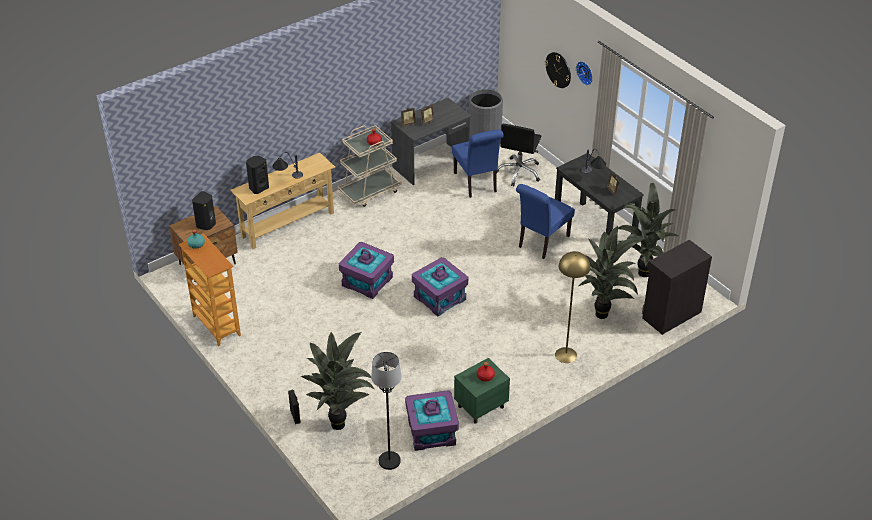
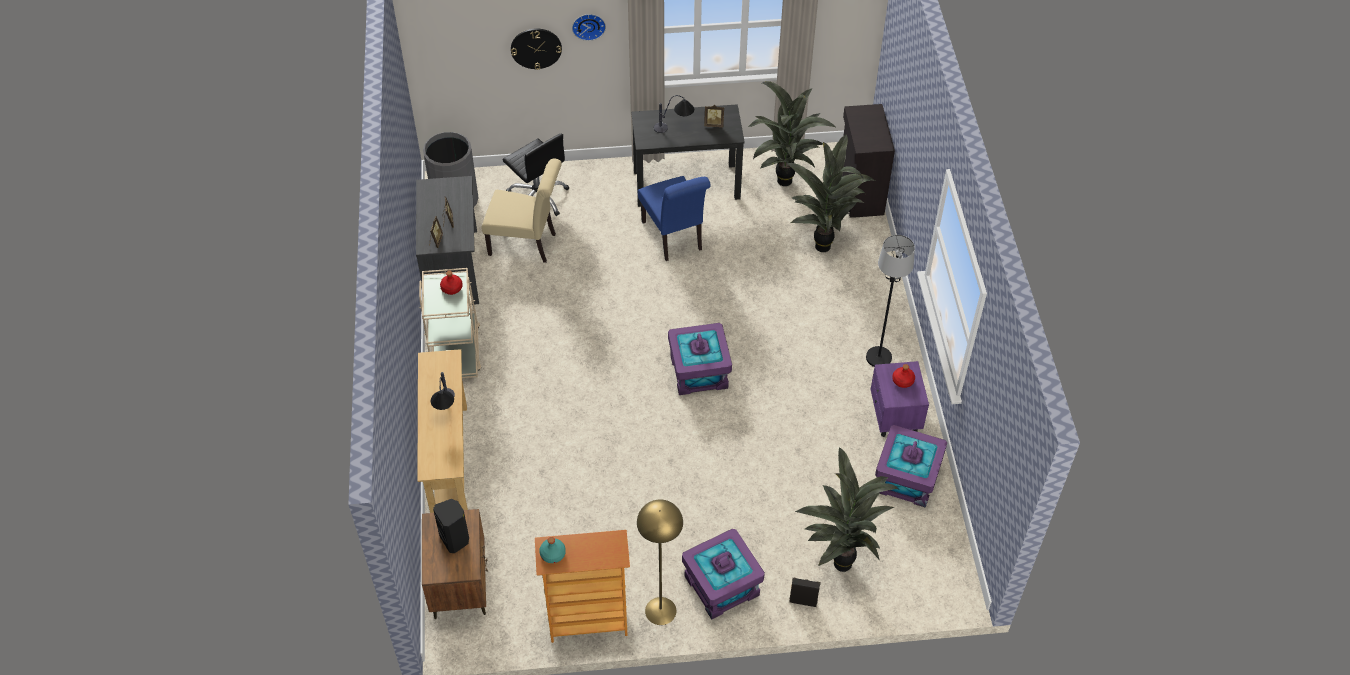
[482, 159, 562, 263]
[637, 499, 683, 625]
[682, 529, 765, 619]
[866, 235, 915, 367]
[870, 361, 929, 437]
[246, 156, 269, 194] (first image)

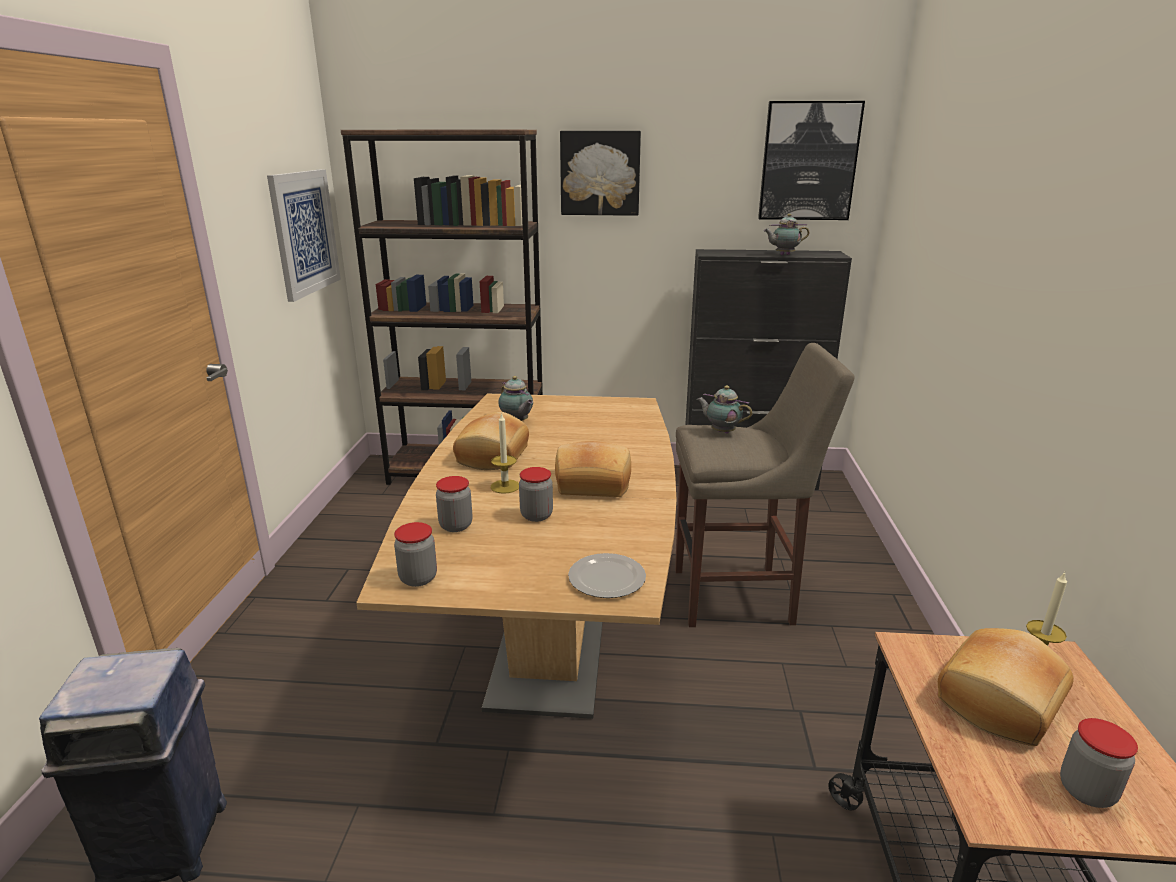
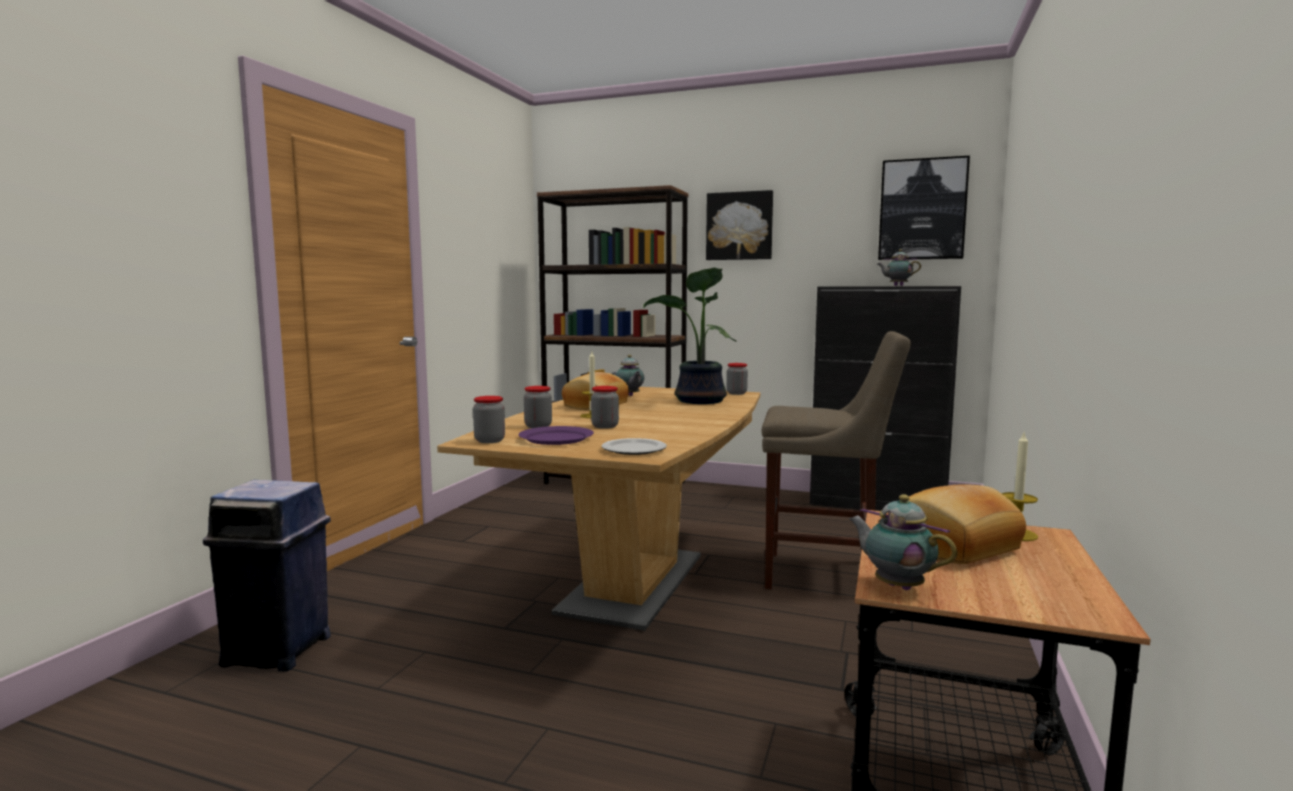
[518, 426, 594, 445]
[643, 267, 737, 404]
[727, 363, 748, 395]
[849, 494, 957, 590]
[267, 169, 341, 302] (first image)
[555, 441, 631, 497] (first image)

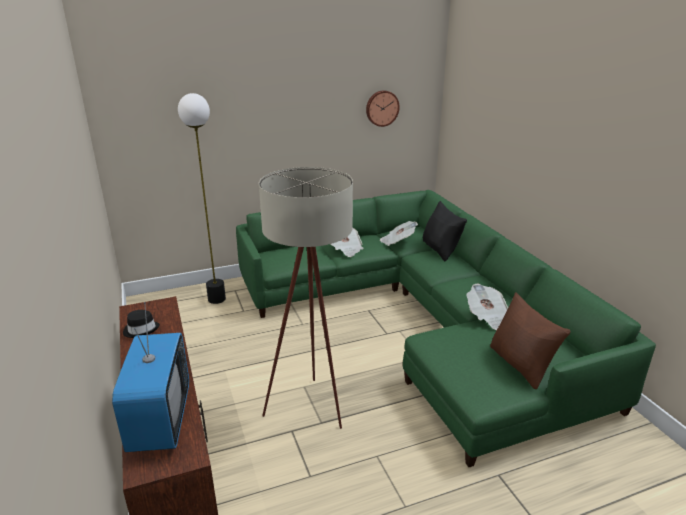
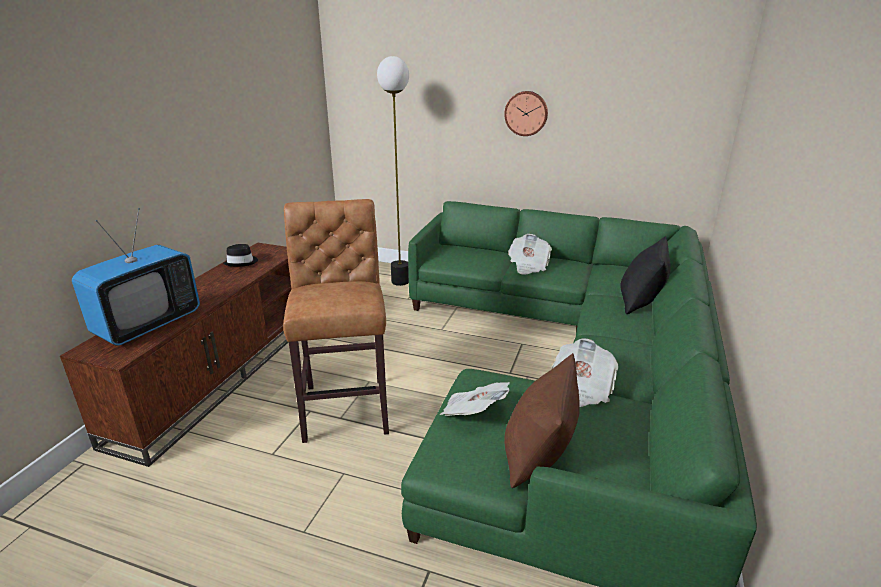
[283, 199, 389, 443]
[440, 382, 510, 416]
[504, 91, 548, 136]

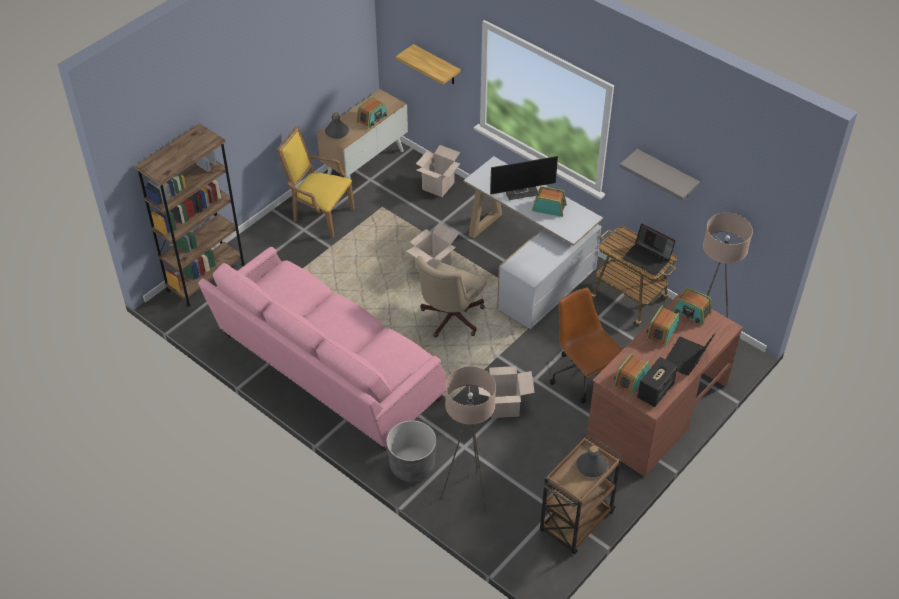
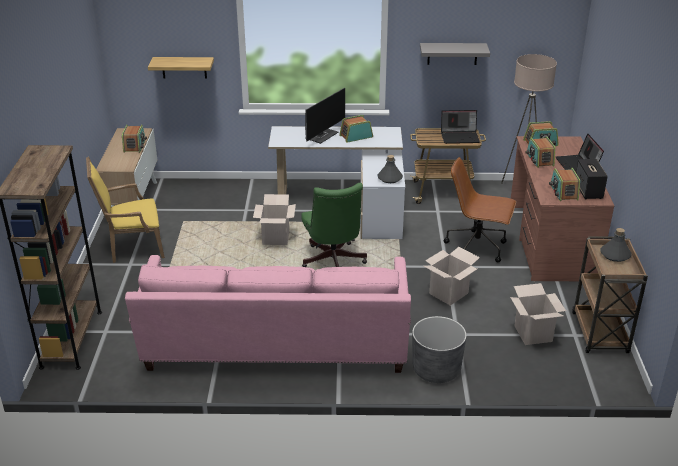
[301, 183, 367, 267]
[377, 155, 403, 183]
[510, 283, 566, 345]
[440, 366, 496, 513] (first image)

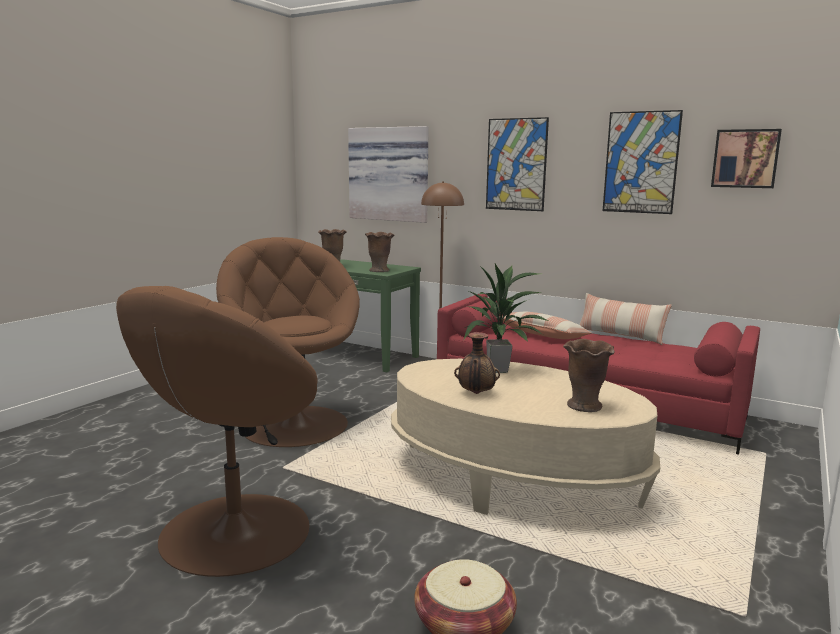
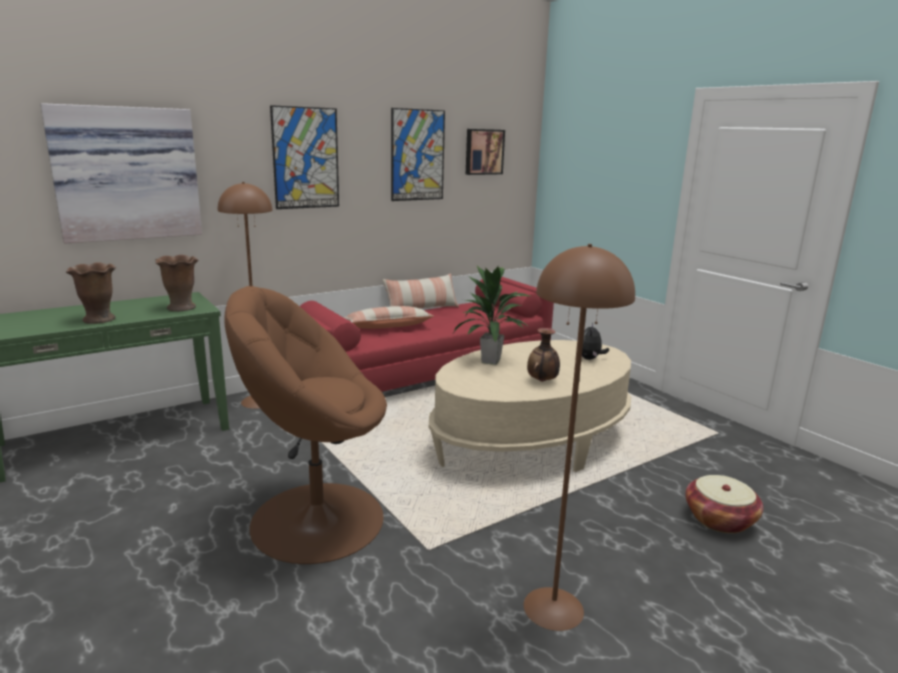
[524, 244, 635, 631]
[582, 323, 609, 360]

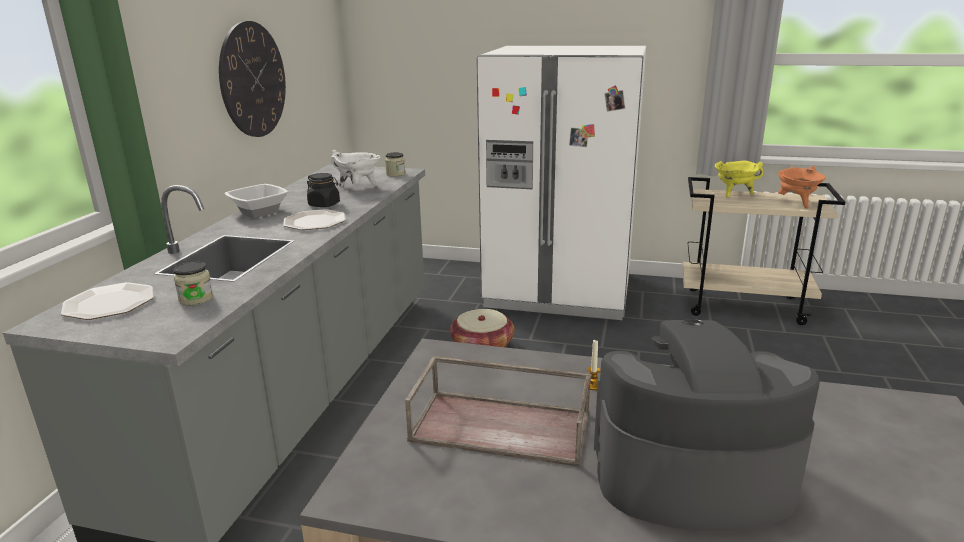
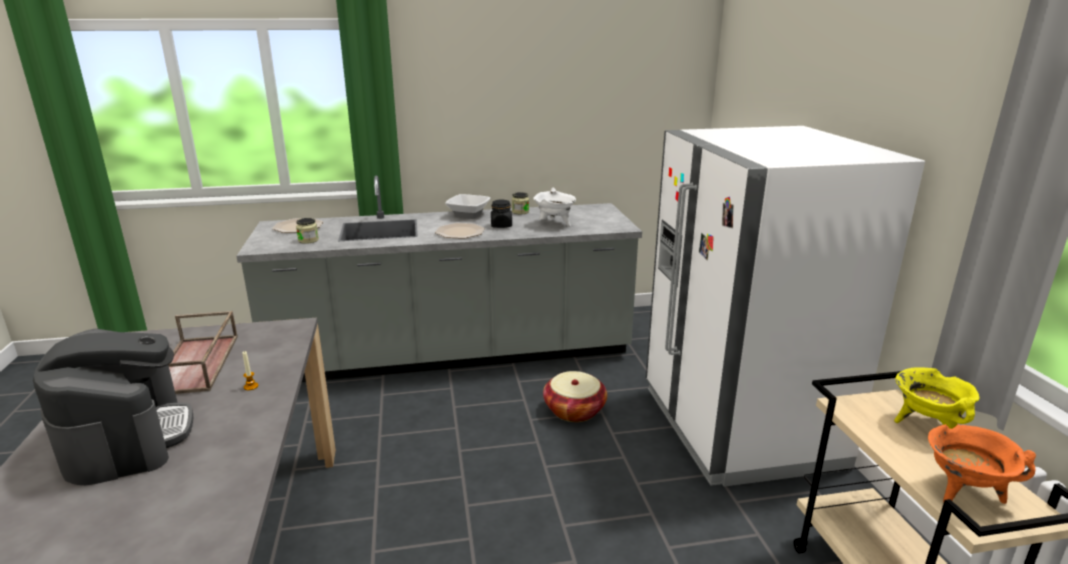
[512, 192, 529, 214]
[219, 21, 286, 137] (first image)

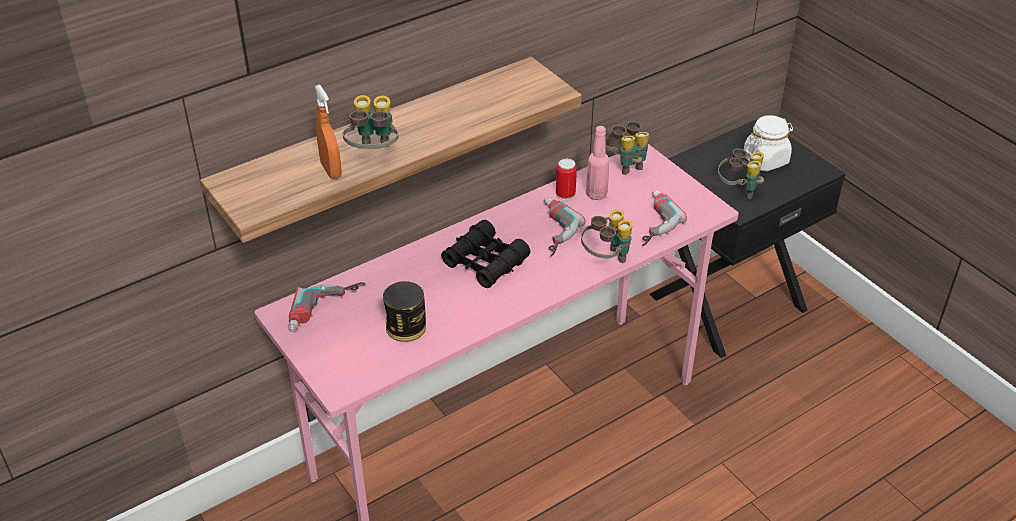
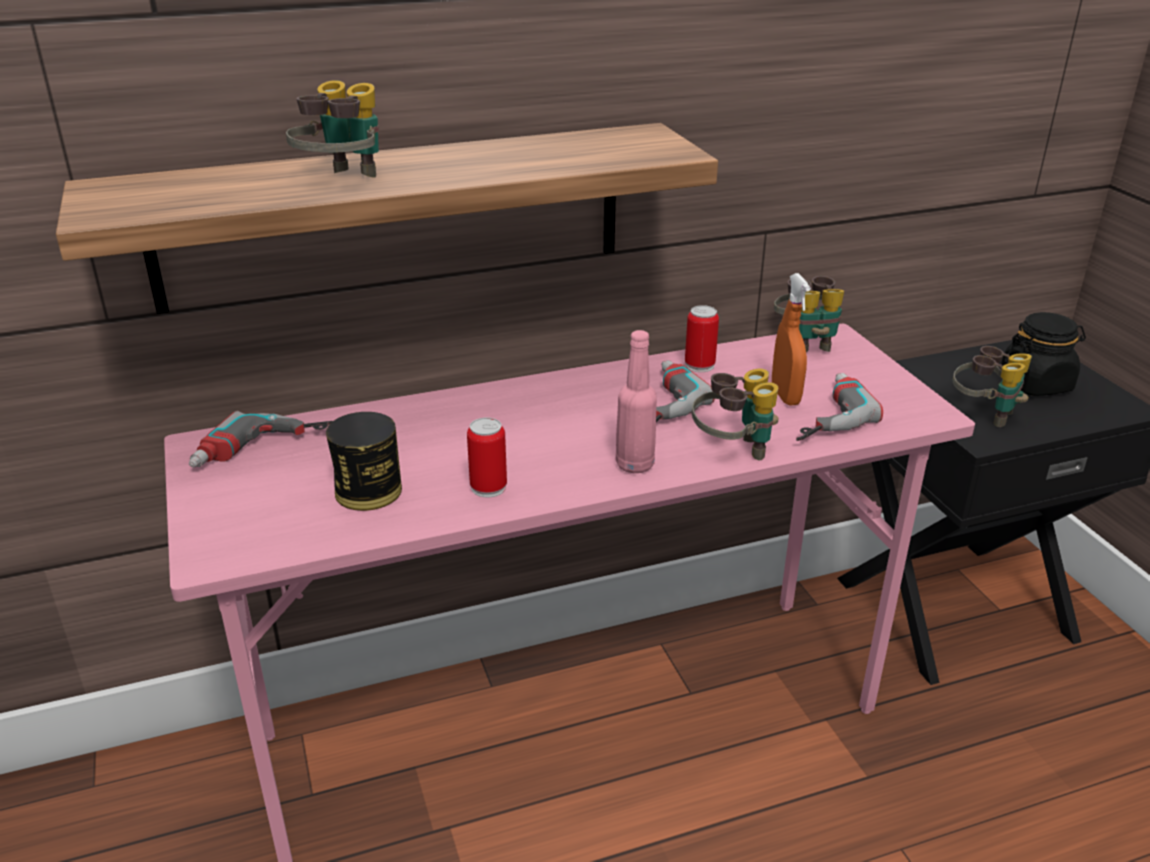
[467, 417, 507, 498]
[616, 330, 657, 473]
[772, 273, 811, 406]
[1001, 312, 1086, 396]
[441, 220, 530, 288] (first image)

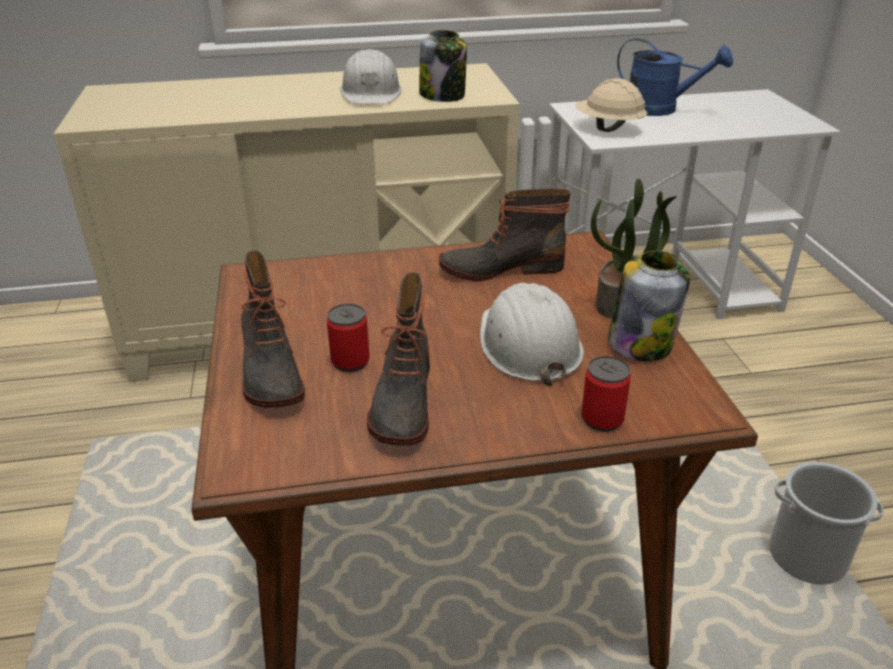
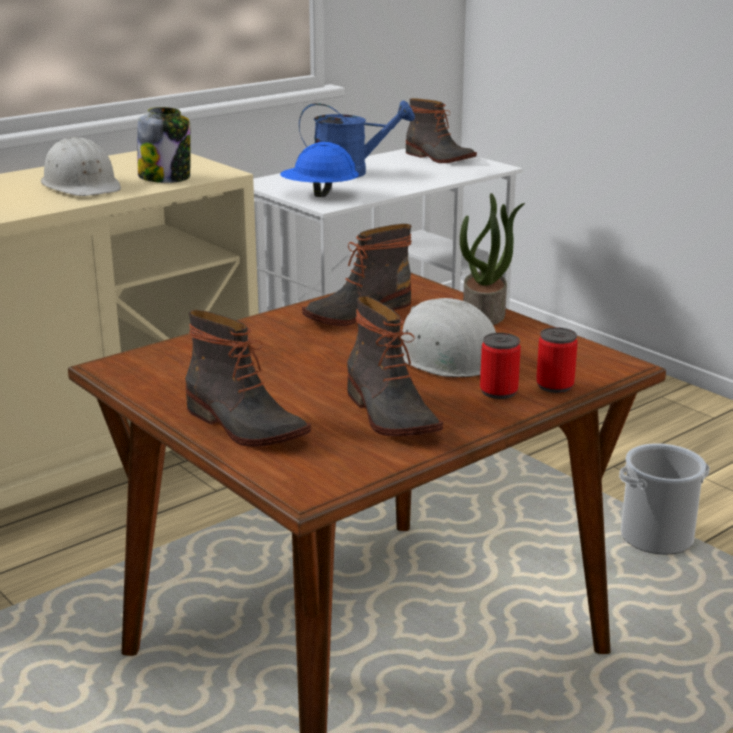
[280, 142, 359, 197]
[406, 98, 477, 163]
[480, 333, 521, 399]
[608, 251, 690, 361] (first image)

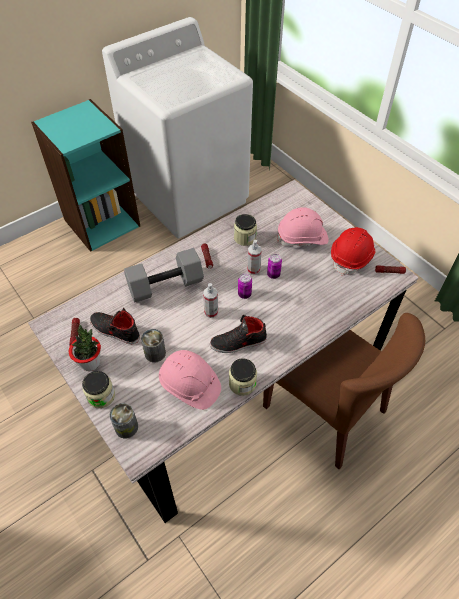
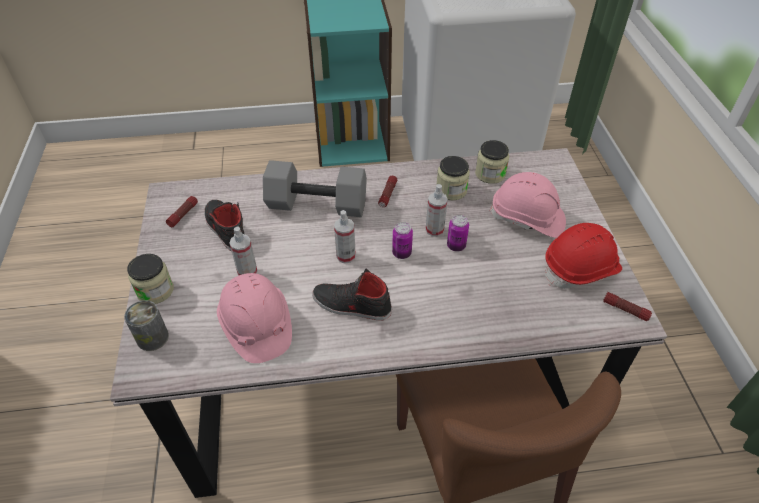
[230, 226, 258, 276]
[475, 140, 509, 184]
[69, 325, 101, 371] (first image)

